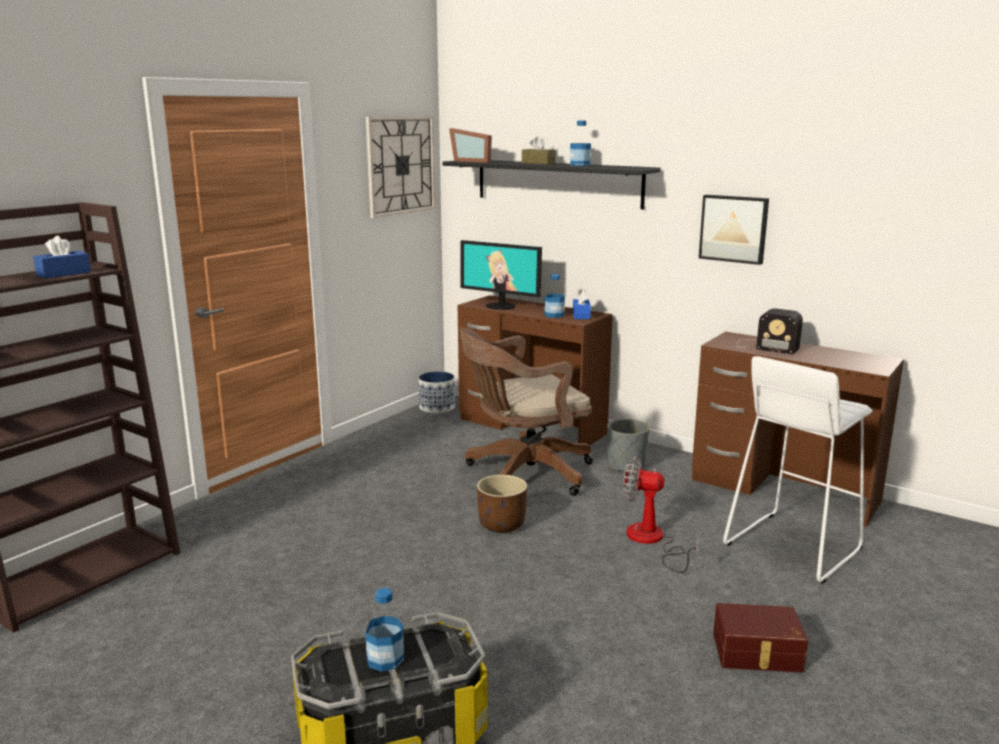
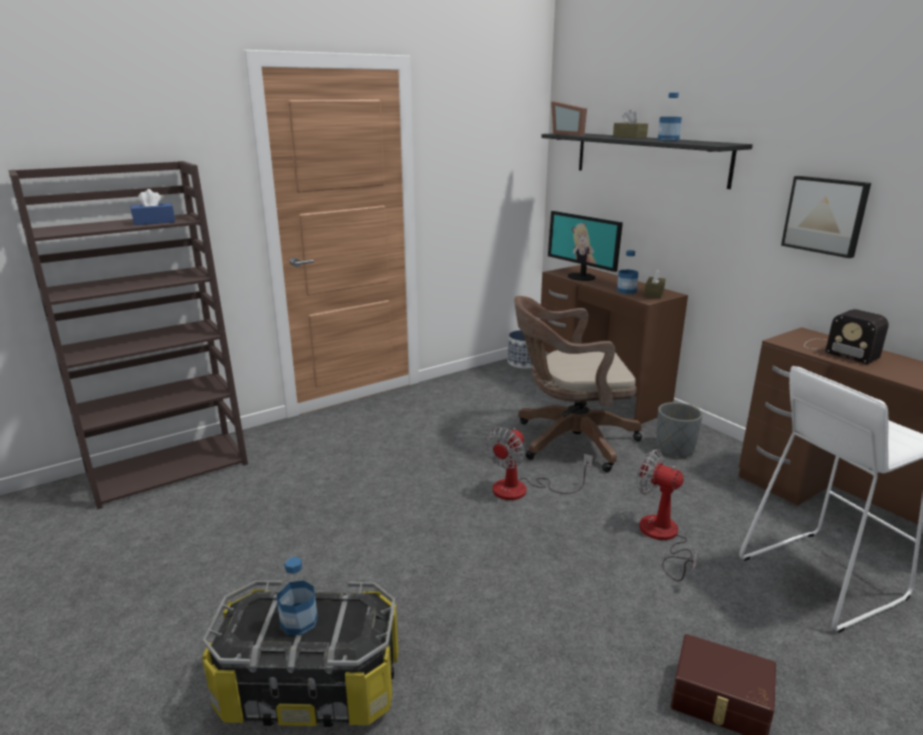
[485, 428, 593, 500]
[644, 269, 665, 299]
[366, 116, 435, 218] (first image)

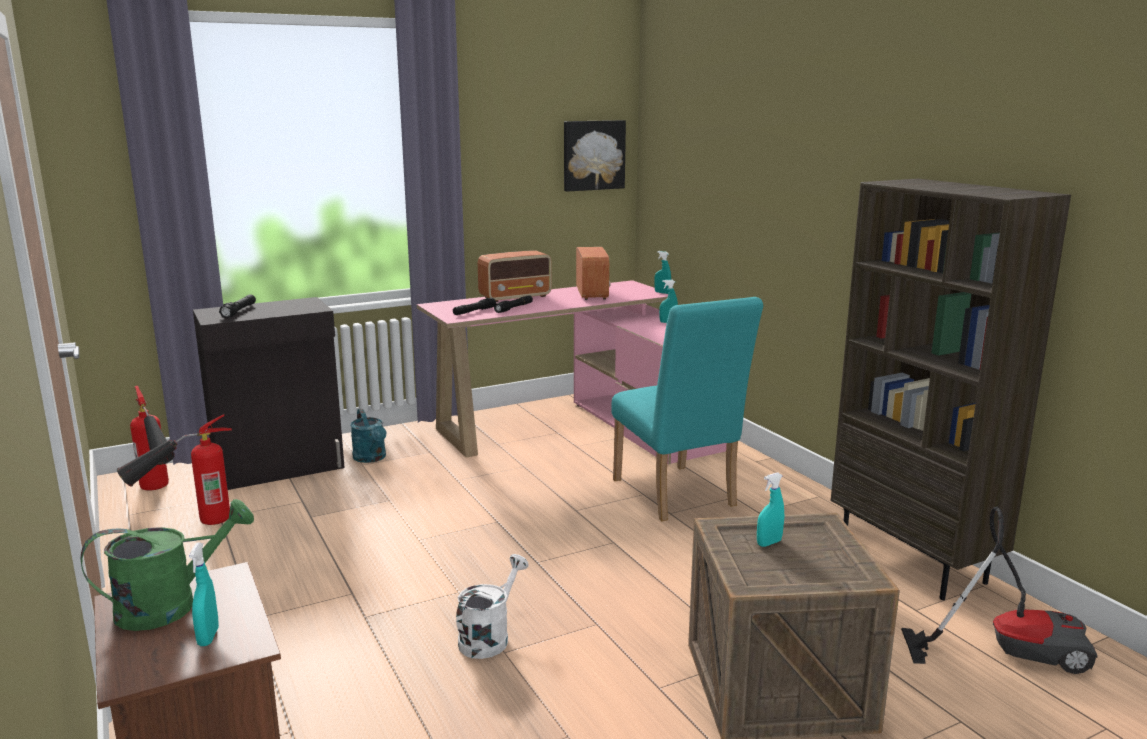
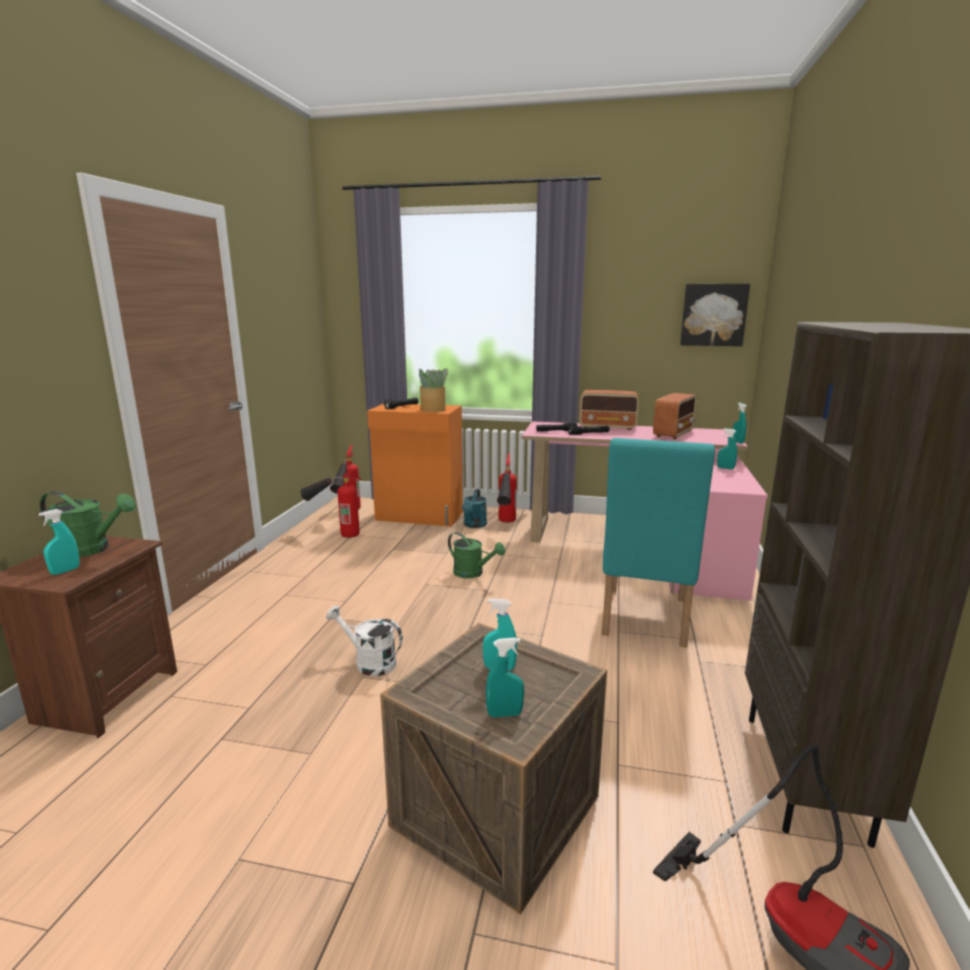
[326, 605, 403, 676]
[367, 404, 463, 527]
[419, 368, 448, 412]
[448, 532, 505, 578]
[486, 638, 524, 717]
[497, 453, 517, 523]

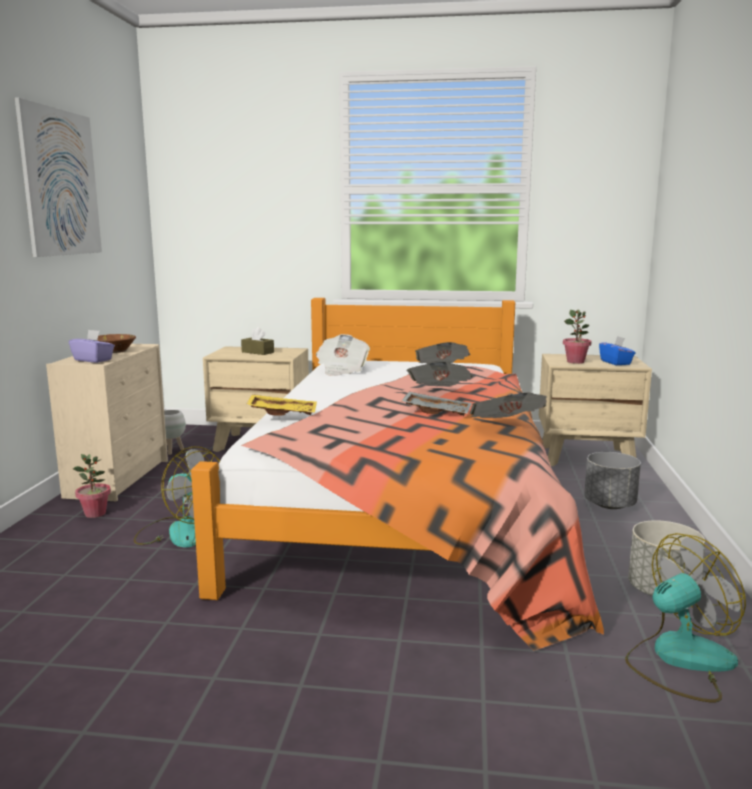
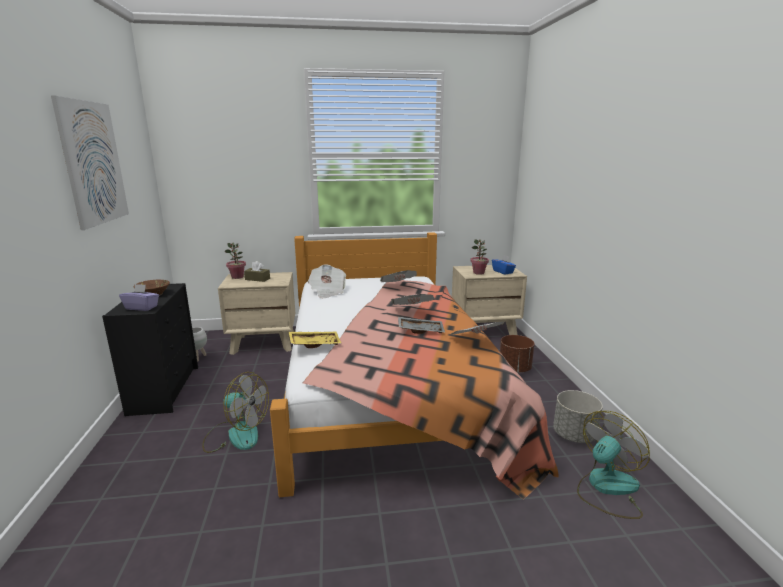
[102, 283, 198, 416]
[225, 243, 246, 279]
[500, 335, 534, 373]

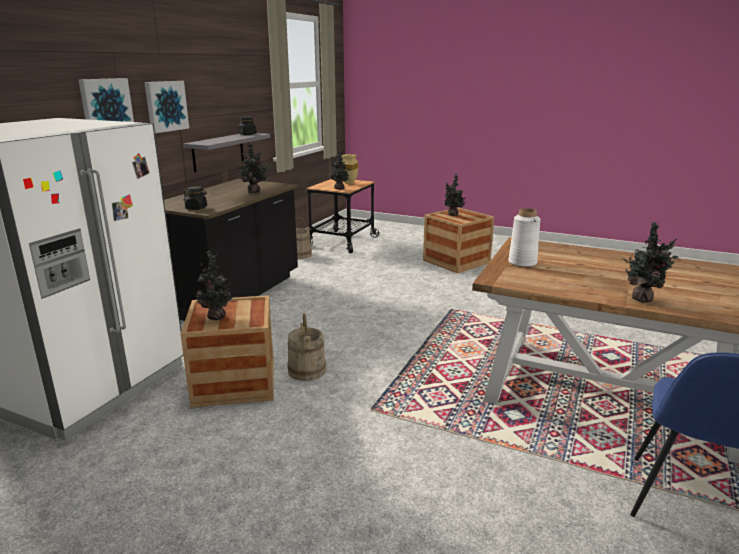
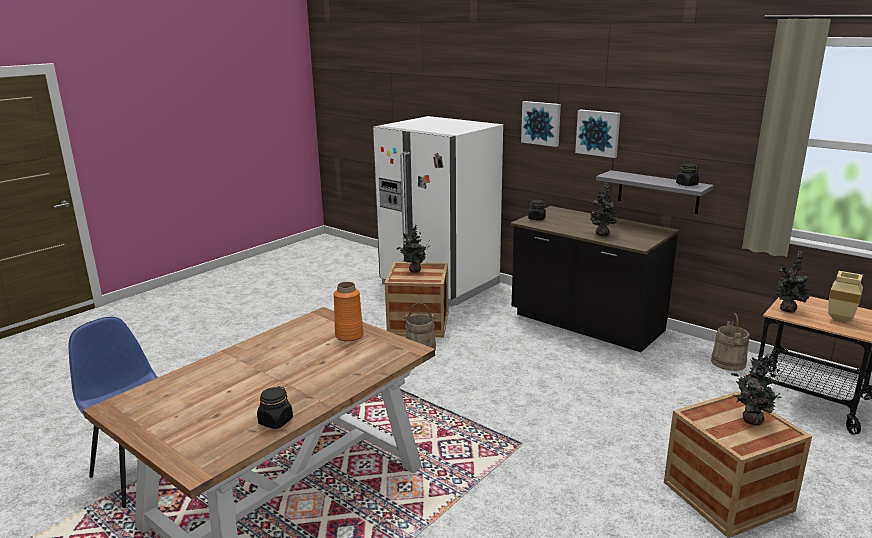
[257, 386, 293, 429]
[334, 282, 364, 341]
[623, 222, 679, 302] (first image)

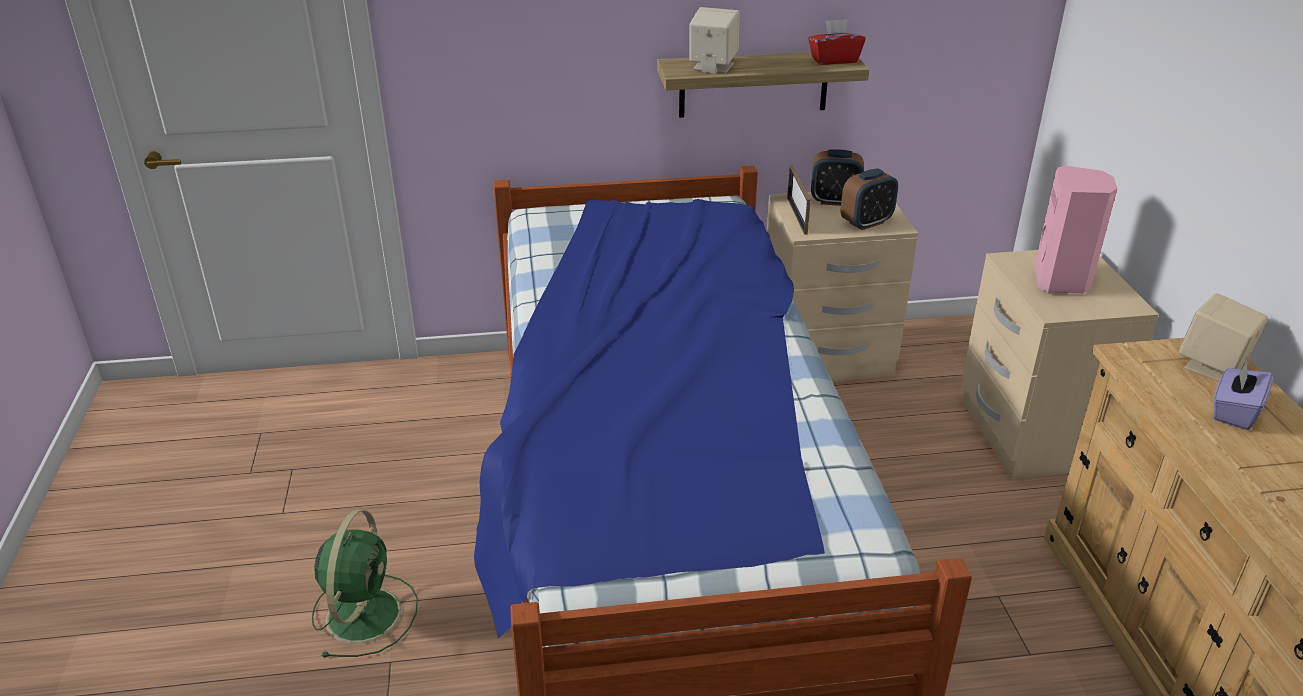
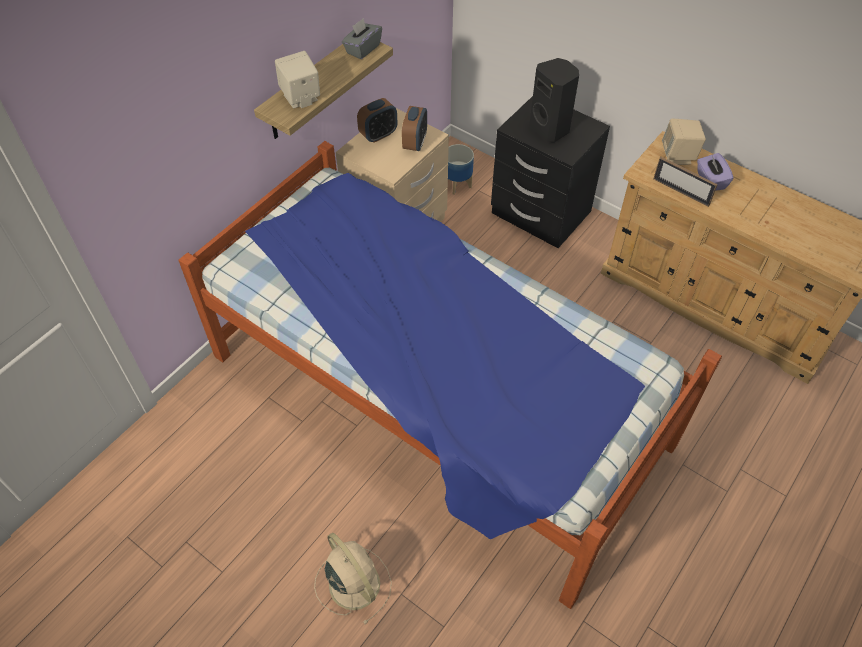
[314, 533, 392, 625]
[342, 18, 382, 59]
[448, 144, 474, 195]
[491, 96, 610, 248]
[529, 58, 579, 143]
[653, 157, 718, 207]

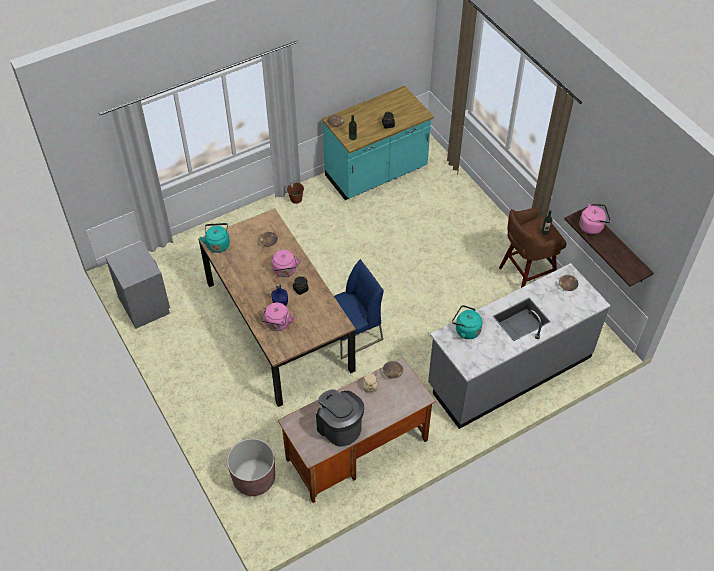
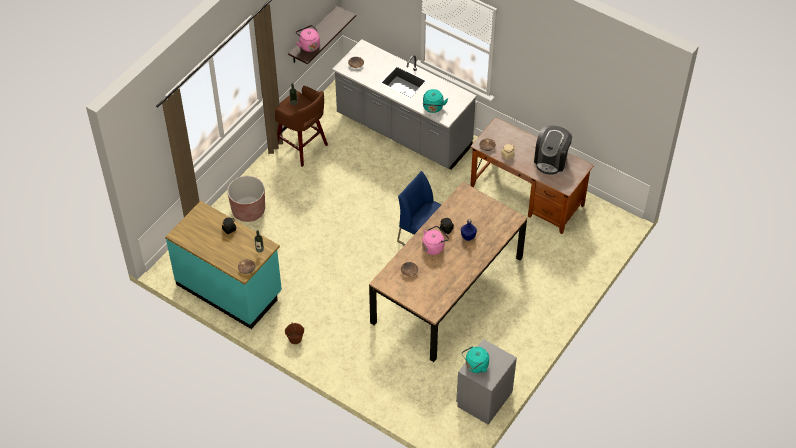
[227, 176, 265, 222]
[462, 346, 489, 373]
[261, 302, 295, 331] (first image)

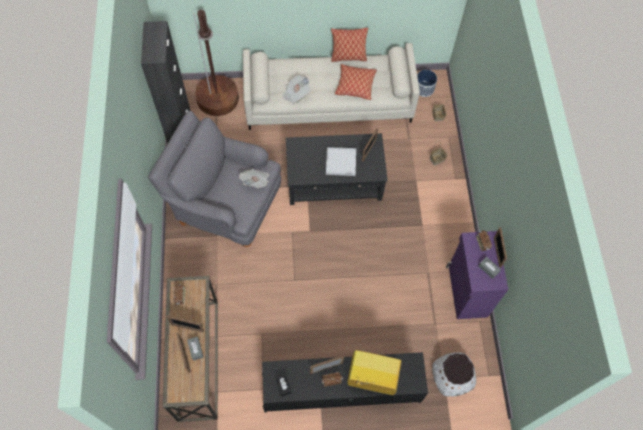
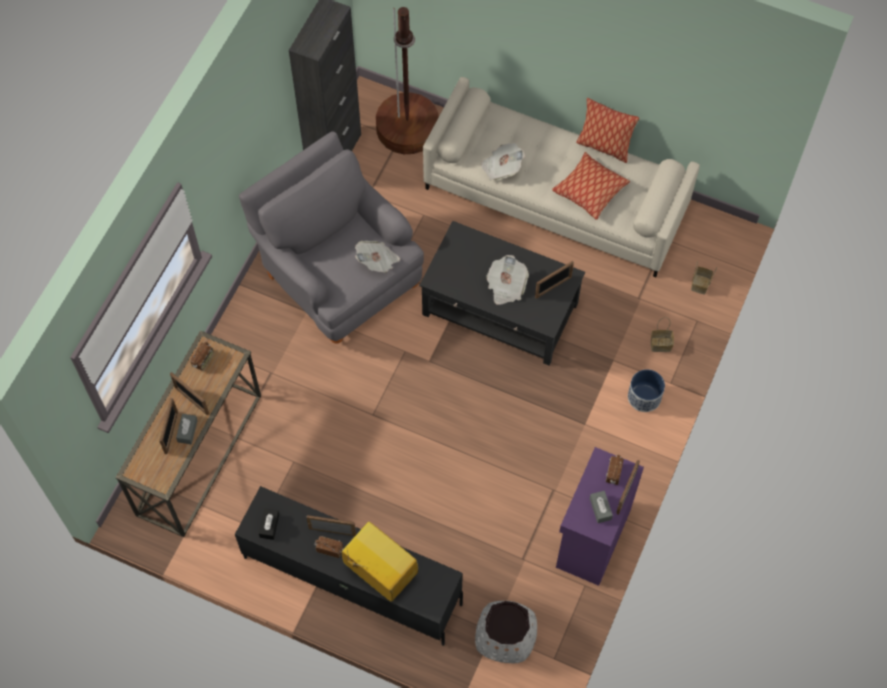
[486, 255, 529, 305]
[628, 369, 665, 412]

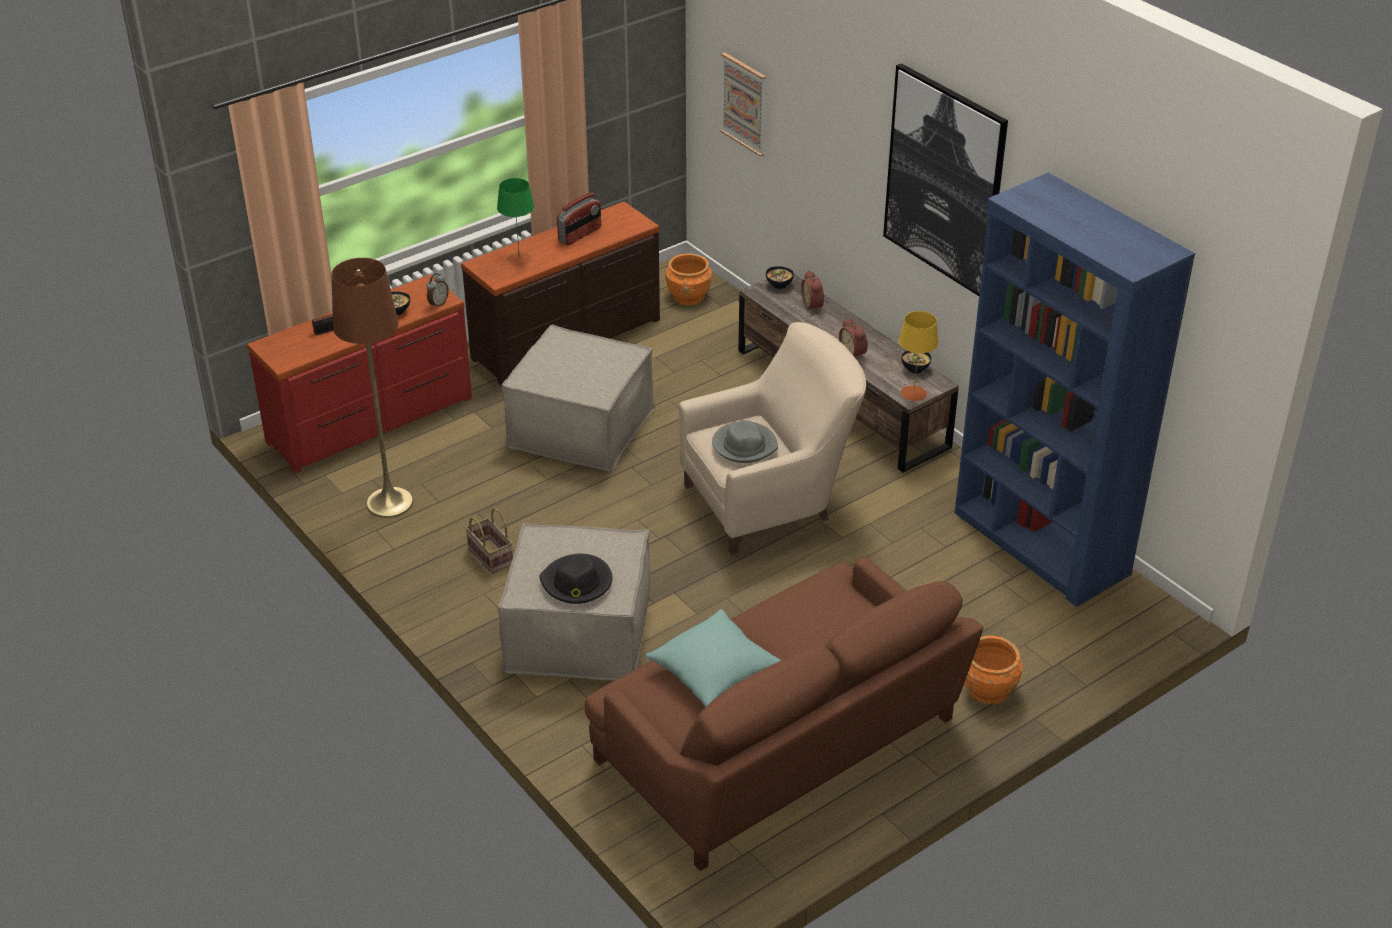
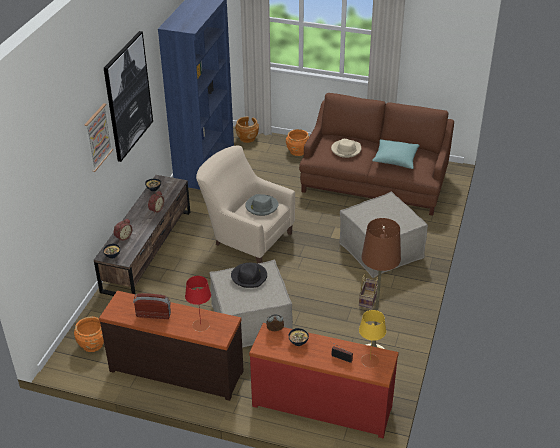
[84, 103, 113, 172]
[185, 276, 211, 331]
[231, 263, 267, 288]
[235, 117, 259, 143]
[331, 139, 361, 158]
[359, 310, 386, 367]

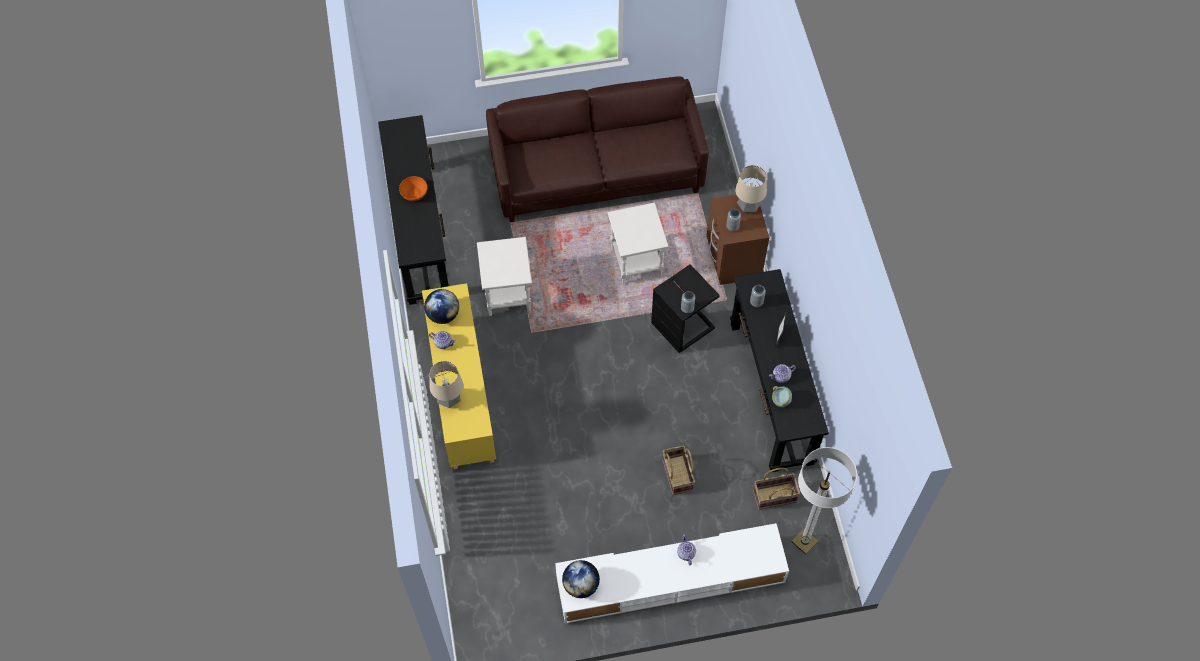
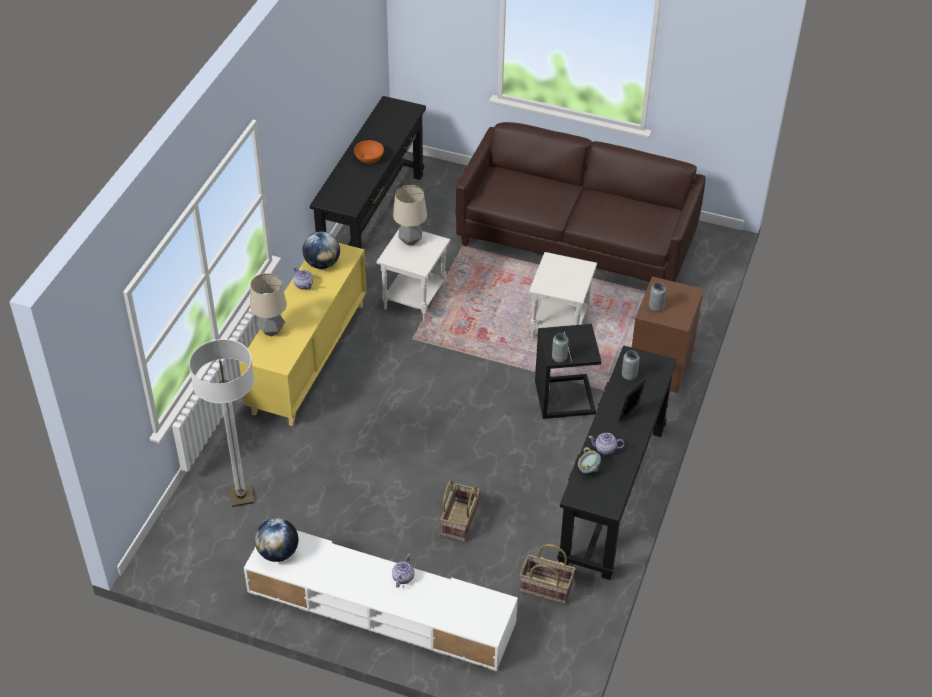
[189, 339, 254, 507]
[393, 185, 427, 245]

